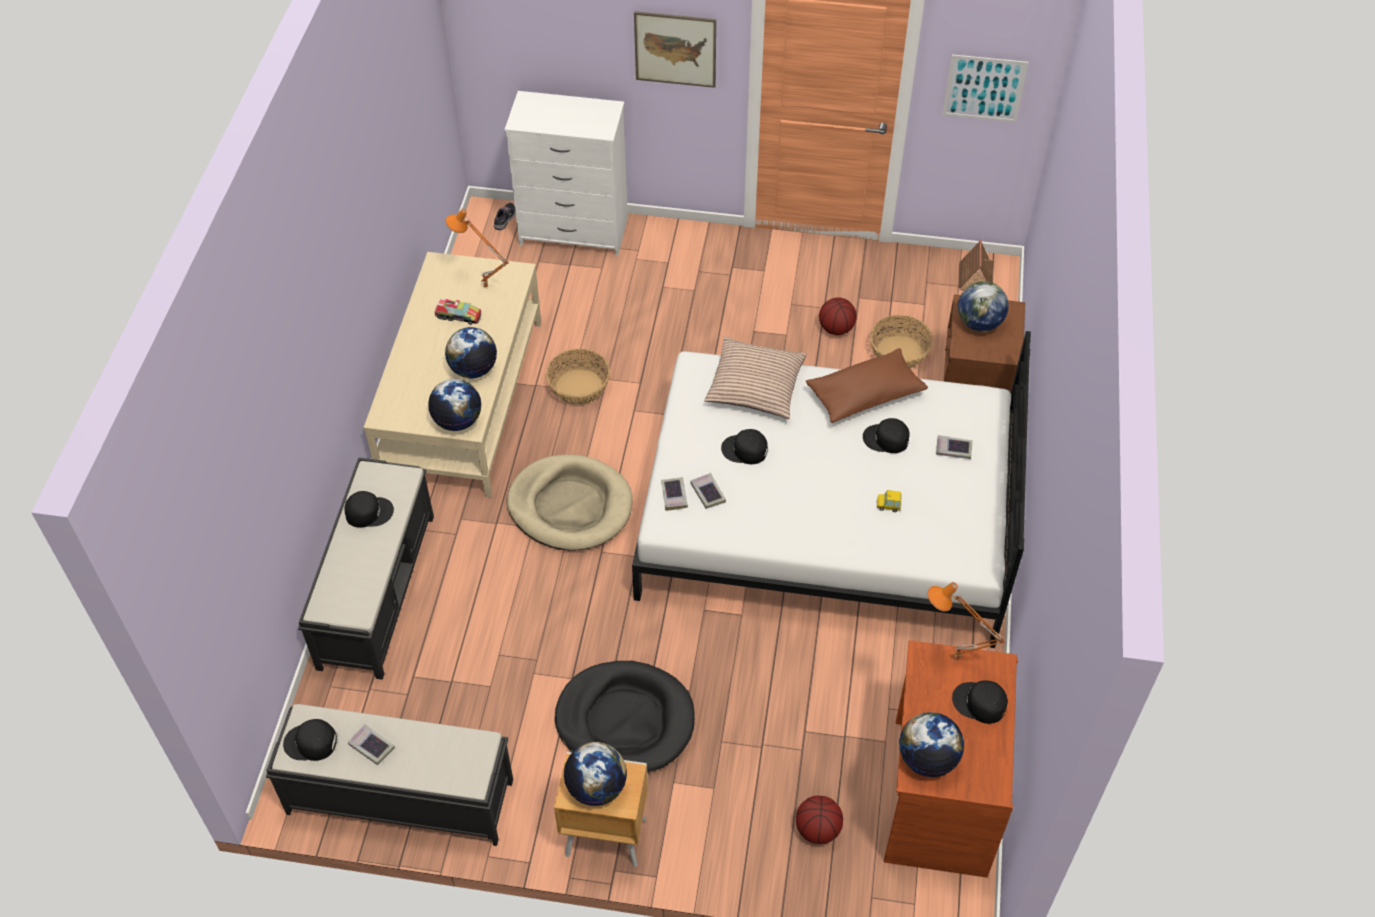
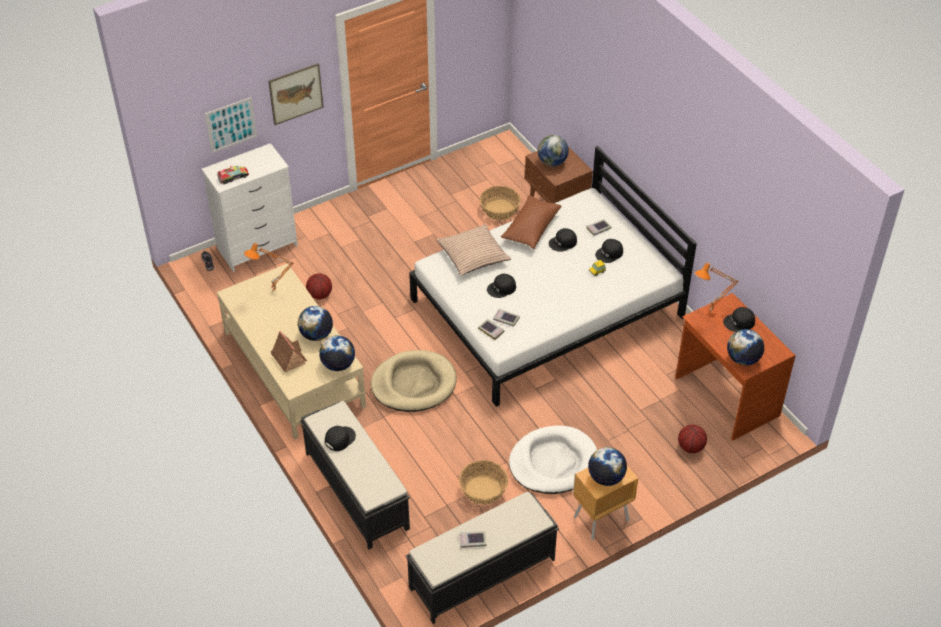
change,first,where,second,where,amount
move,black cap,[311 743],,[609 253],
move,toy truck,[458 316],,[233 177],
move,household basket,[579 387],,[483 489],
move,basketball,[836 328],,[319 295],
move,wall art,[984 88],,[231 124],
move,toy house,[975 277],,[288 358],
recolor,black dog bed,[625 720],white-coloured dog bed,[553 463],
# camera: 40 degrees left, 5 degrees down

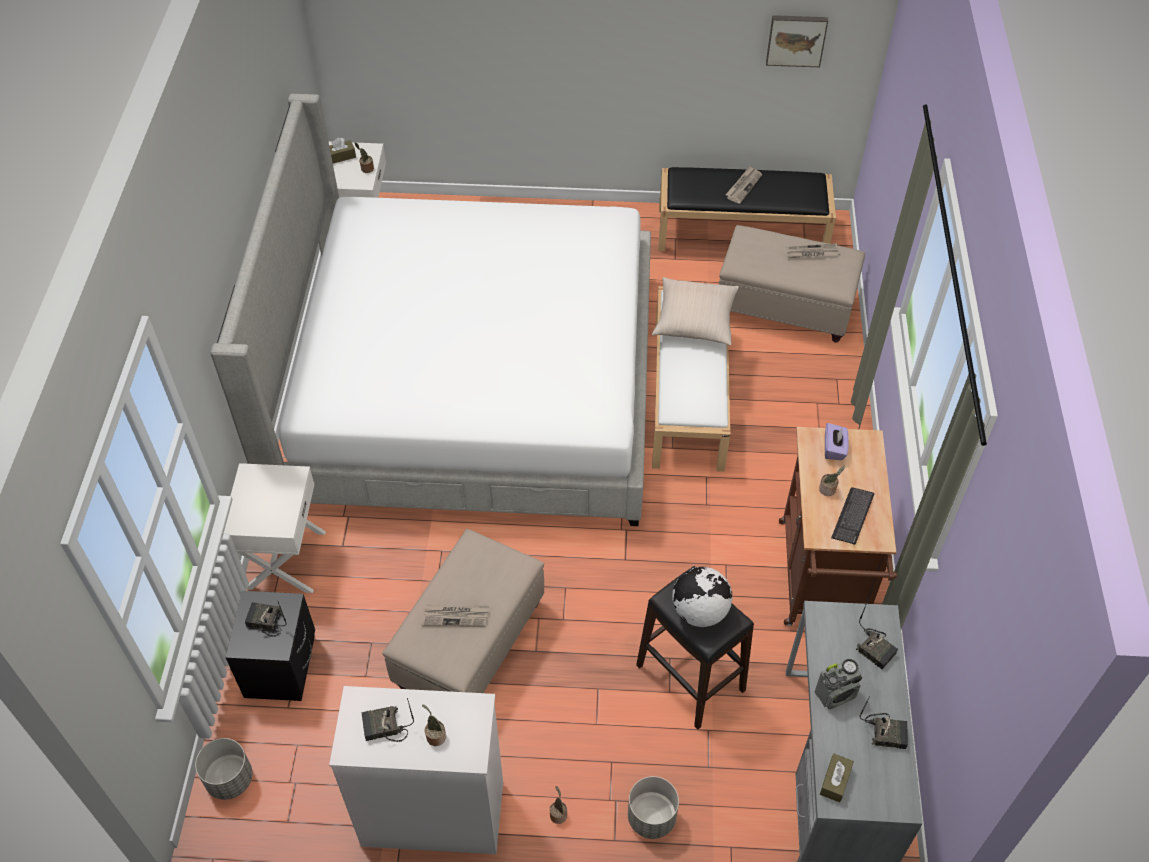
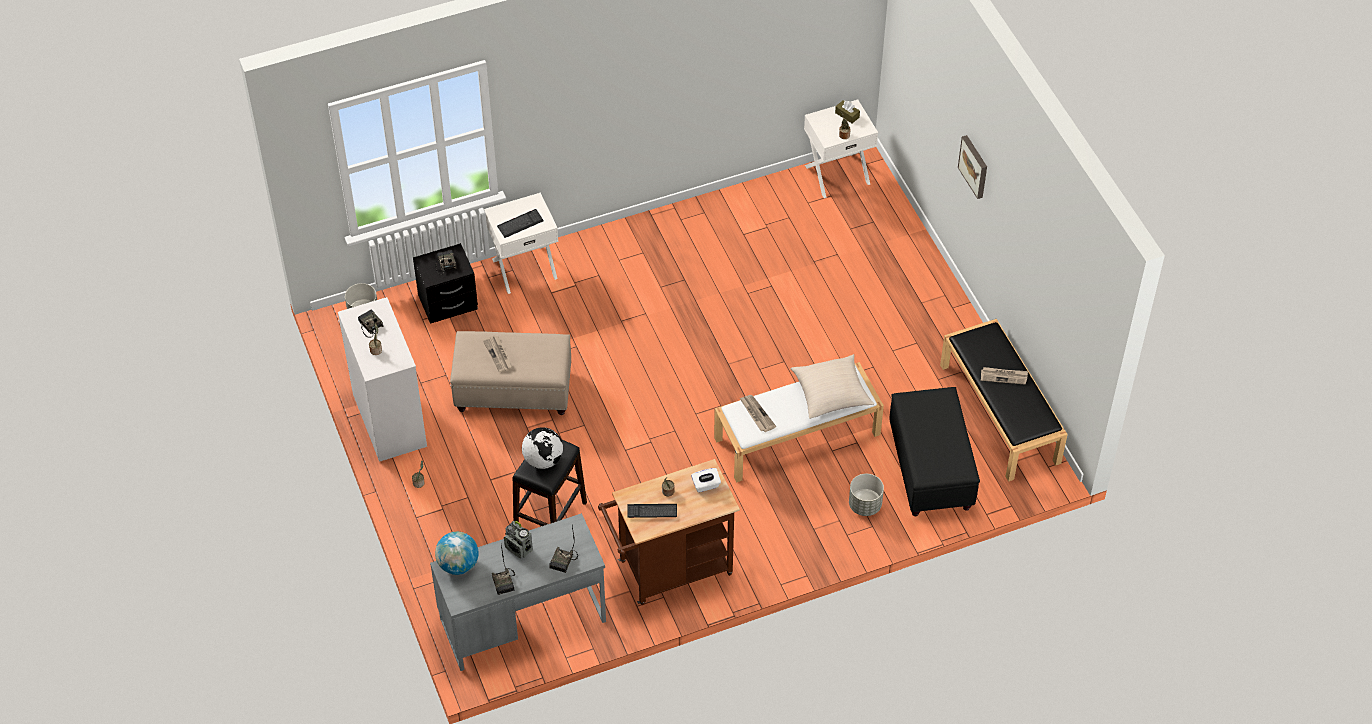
change,first,where,second,where,amount
delete,bed,[469 385],,,
insert,,,keyboard,[520 224],
move,greyish plant pot,[651 817],,[865 505],
move,wall art,[796 39],,[974 166],
move,daily paper,[812 253],,[756 414],
replace,brown box of tissues,[835 781],globe,[458 564],
recolor,beige-coloured pouffe,[785 307],black pouffe,[930 469],
recolor,purple-coloured box of tissues,[834 449],white-coloured box of tissues,[706 485],
# camera: 65 degrees right, 0 degrees up

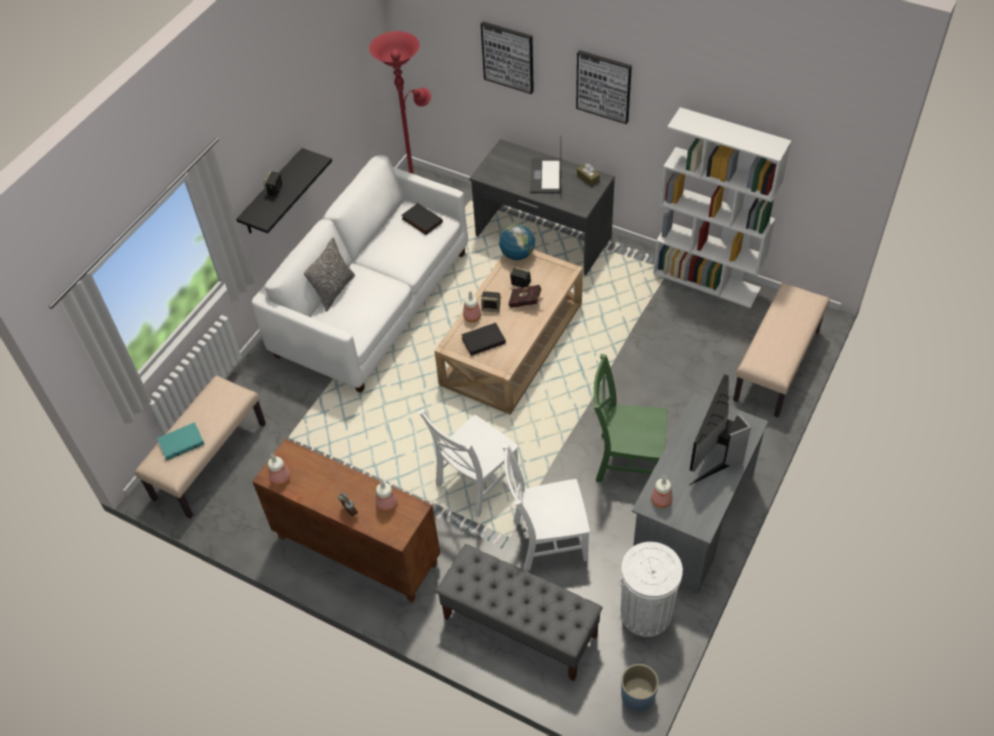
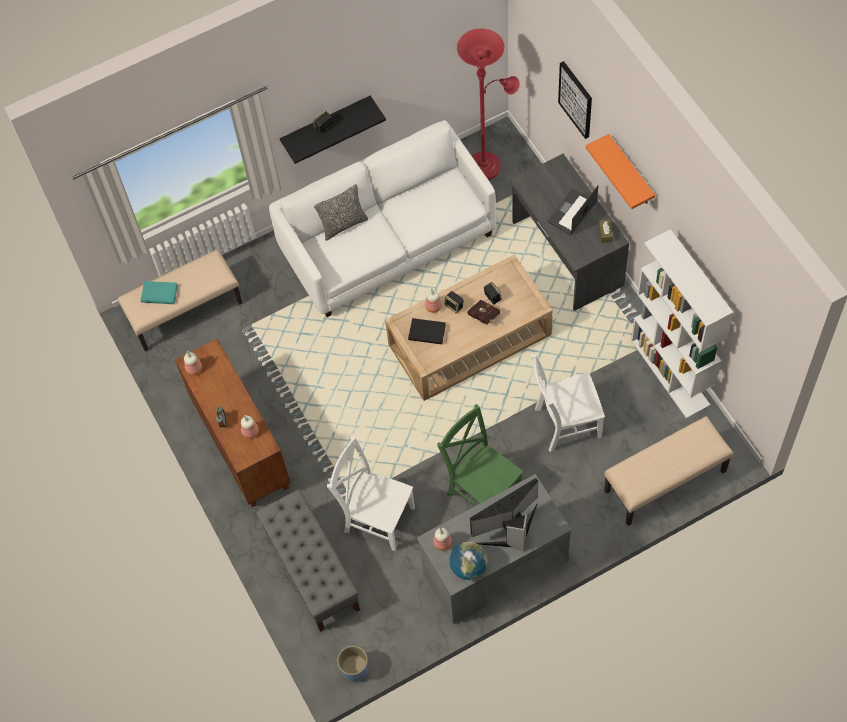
change,first,where,second,where,amount
delete,black volume,[421 221],,,
delete,white-coloured waste bin,[645 613],,,
move,white-coloured upright chair,[474 483],,[565 423],
move,globe,[517 254],,[468 567],
replace,wall art,[604 86],orange shelf,[631 172],
# camera: 35 degrees right, 10 degrees up

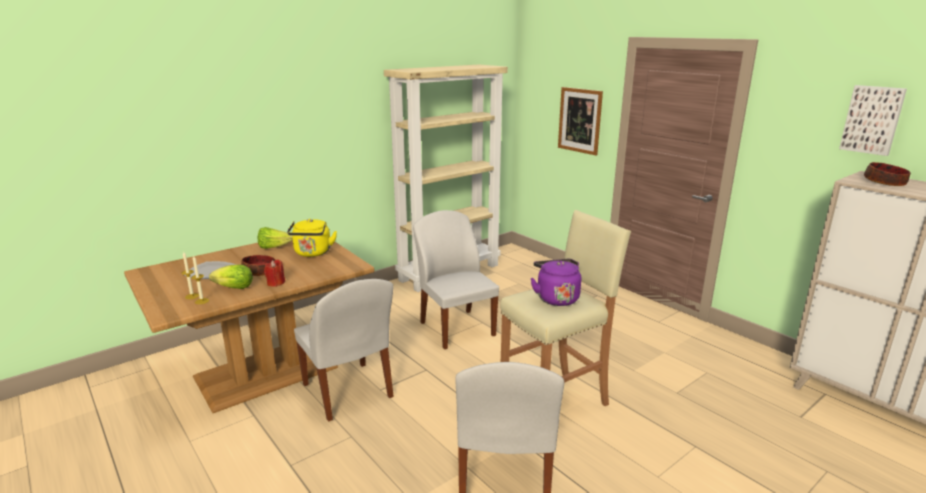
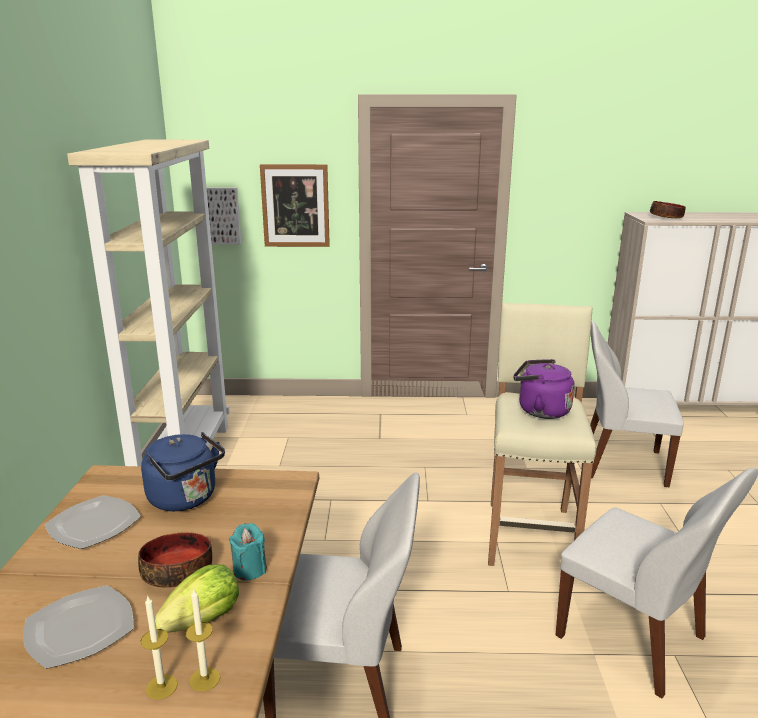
change,first,where,second,where,amount
move,white-coloured upright chair,[456 328],,[620 464],
move,wall art,[872 119],,[221 215],
replace,lettuce head,[274 247],dinner plate,[92 525],
recolor,red wax light,[276 283],turquoise wax light,[249 569],
recolor,yellow-coloured tea kettle,[312 253],blue tea kettle,[186 499],
# camera: 50 degrees left, 0 degrees up

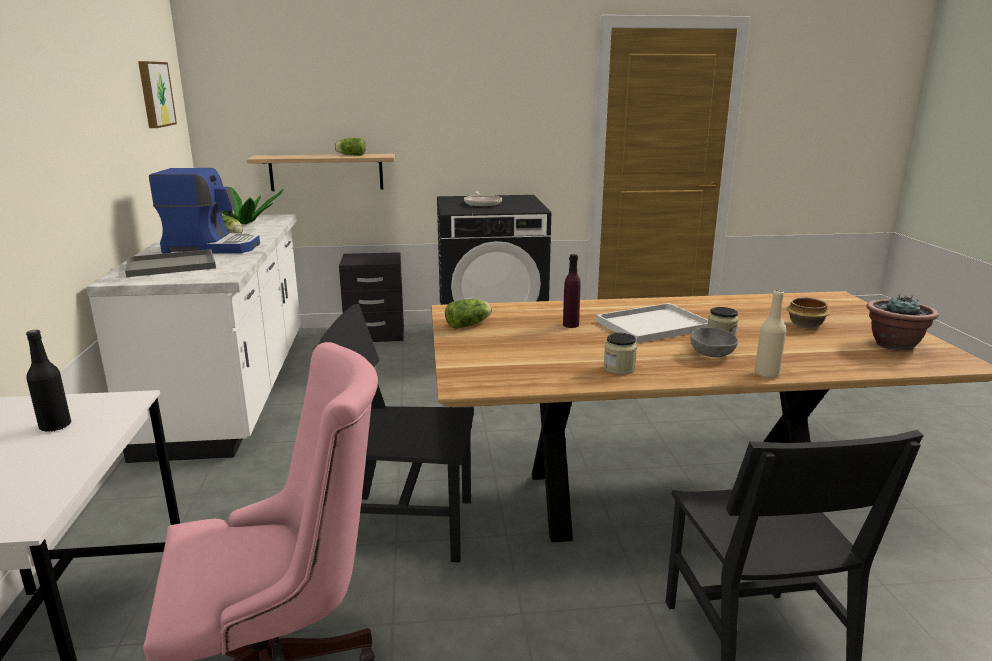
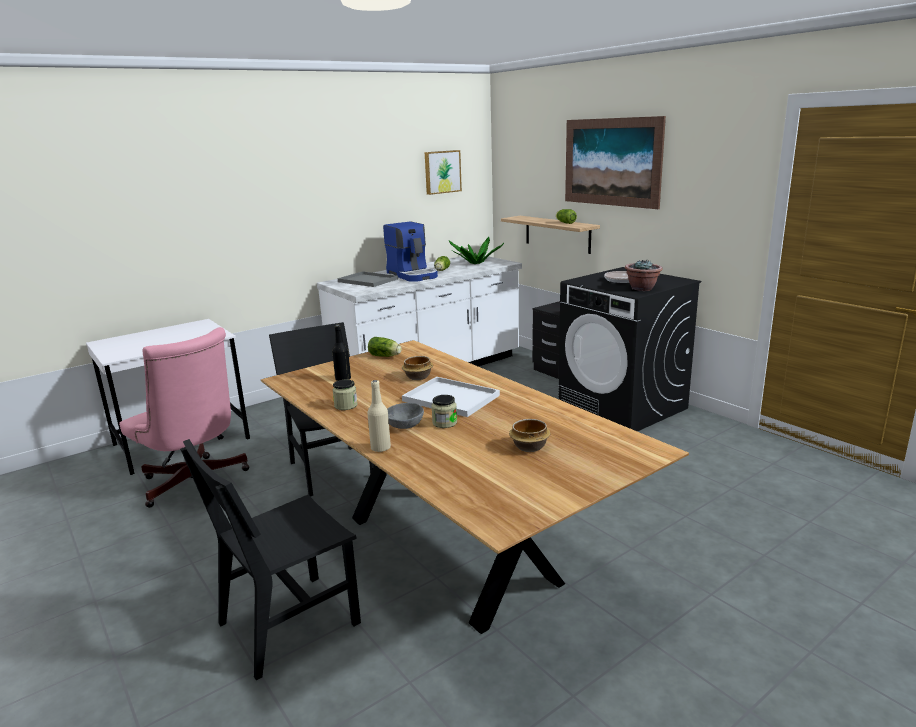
change,first,where,second,where,amount
insert,,,wall art,[611 162],
move,black drink bottle,[55 426],,[343 379],
move,houseplant,[894 344],,[642 289],
replace,purple-coloured drink bottle,[570 325],deep dish,[418 377],
# camera: 60 degrees right, 0 degrees up

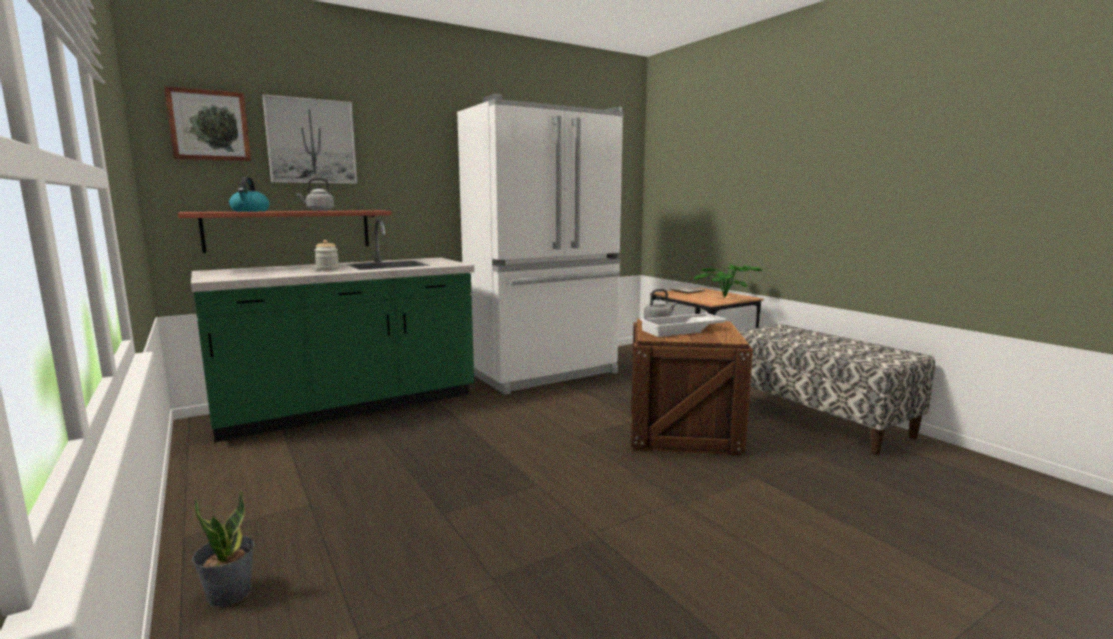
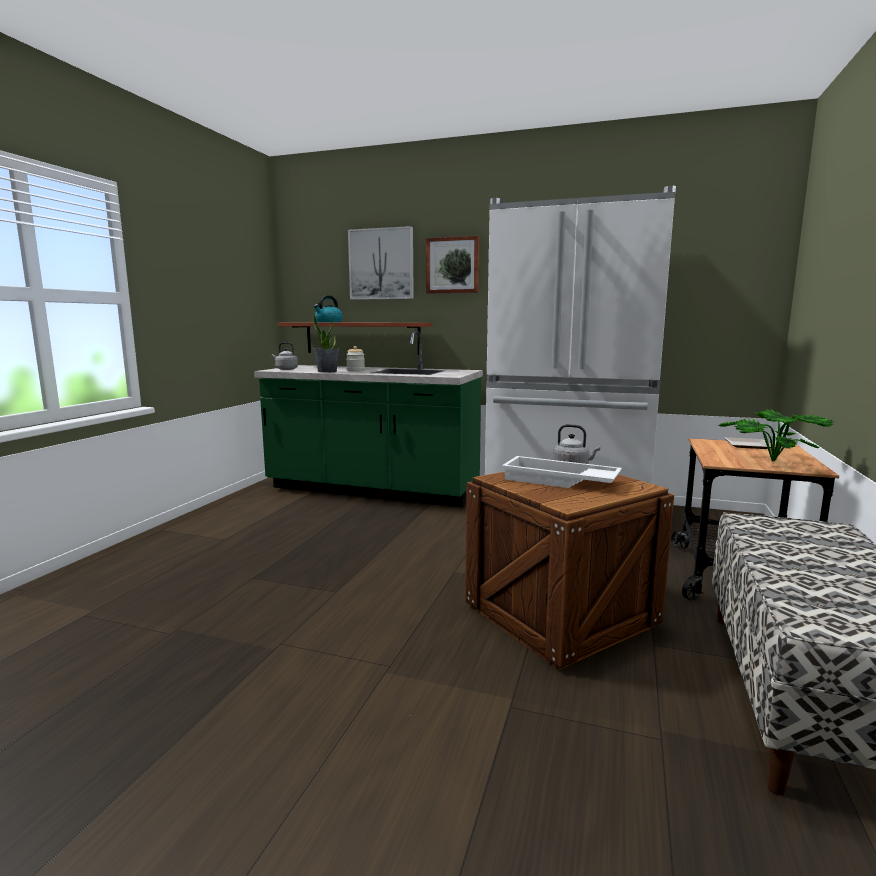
change,first,where,second,where,amount
move,wall art,[209 125],,[453 265],
move,houseplant,[229 593],,[327 371],
move,greyish tea kettle,[318 210],,[285 369],
# camera: 50 degrees right, 0 degrees up

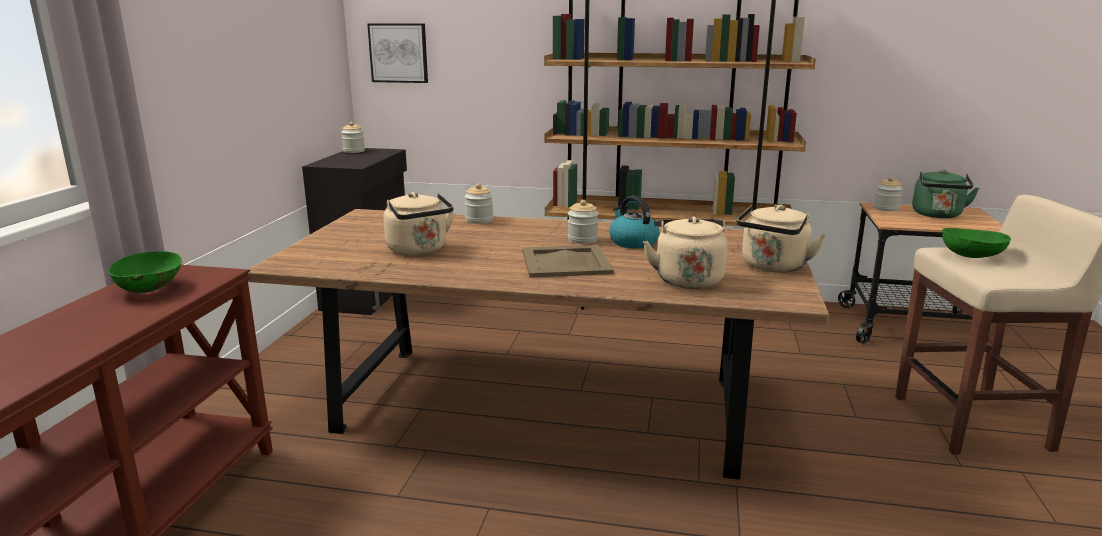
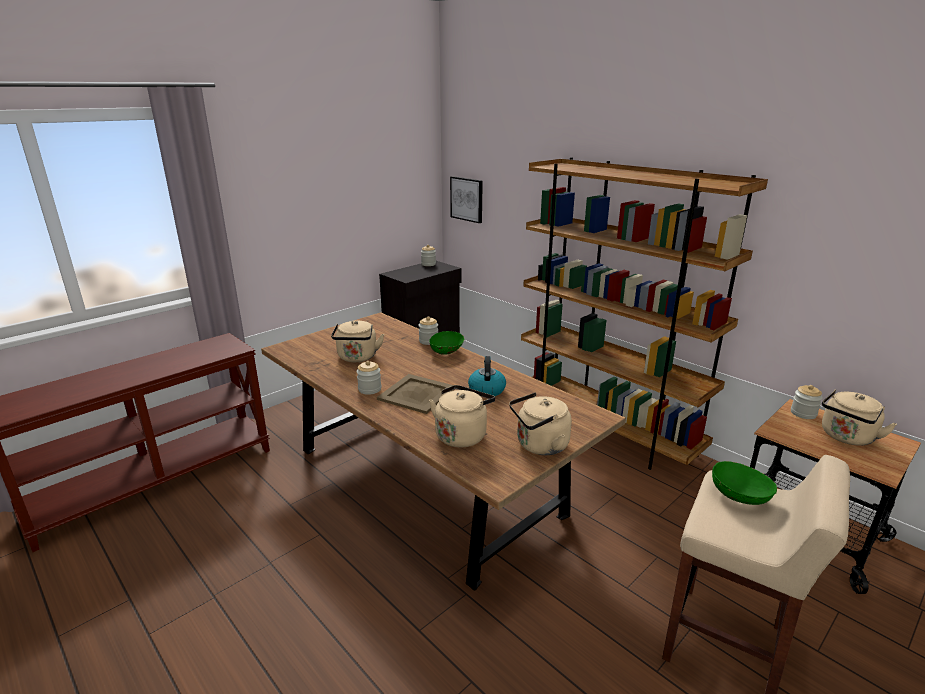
change,first,where,second,where,amount
move,greenish deep dish,[151 289],,[447 352],
move,preserve jar,[582 240],,[369 389],
recolor,greenish tea kettle,[937 215],beige-coloured tea kettle,[846 437],
# camera: 35 degrees right, 5 degrees up

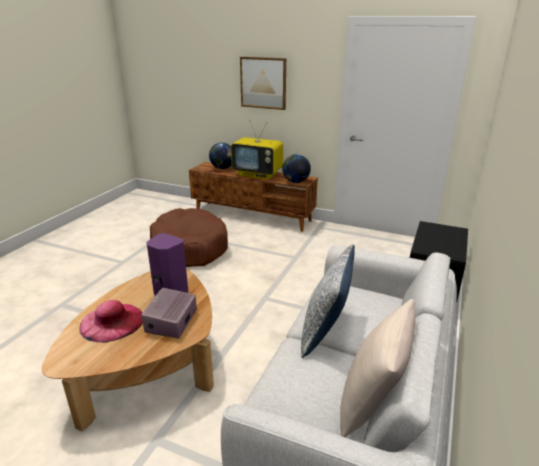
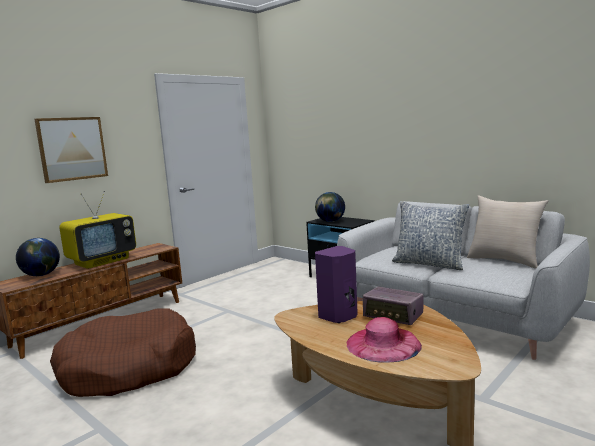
change,first,where,second,where,amount
move,globe,[295 181],,[330 221],
# camera: 70 degrees left, 15 degrees down

